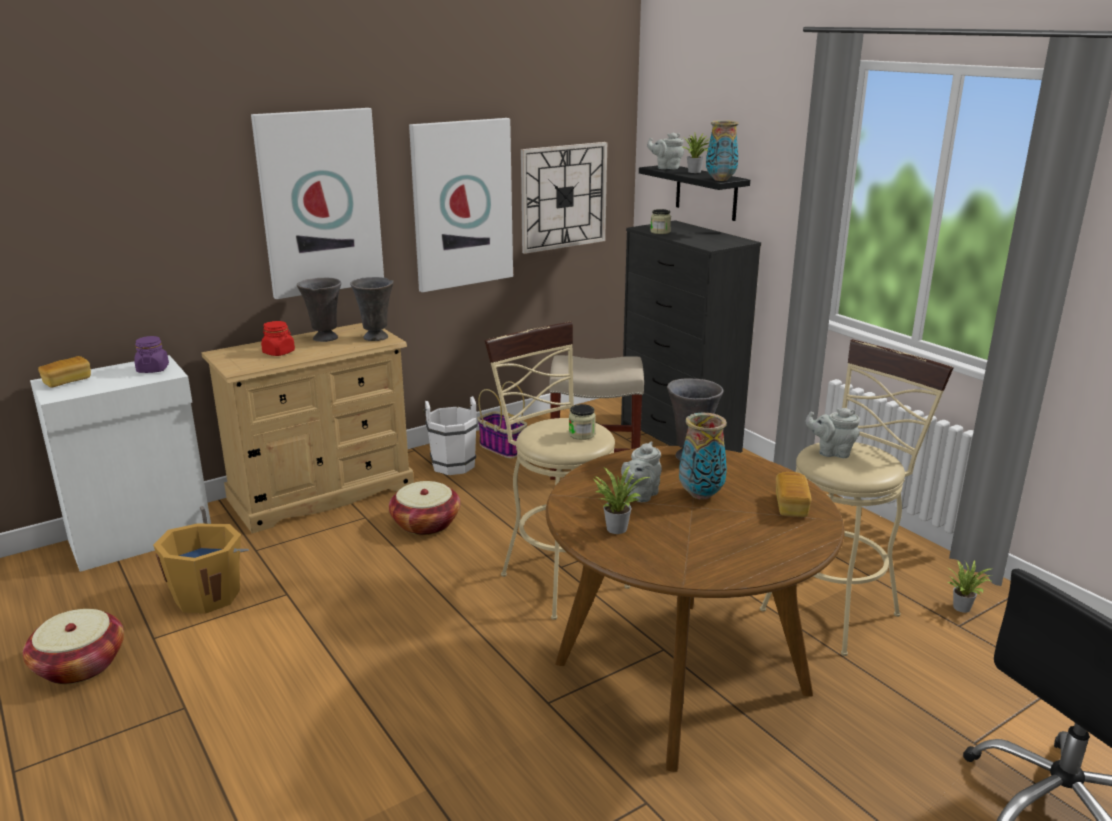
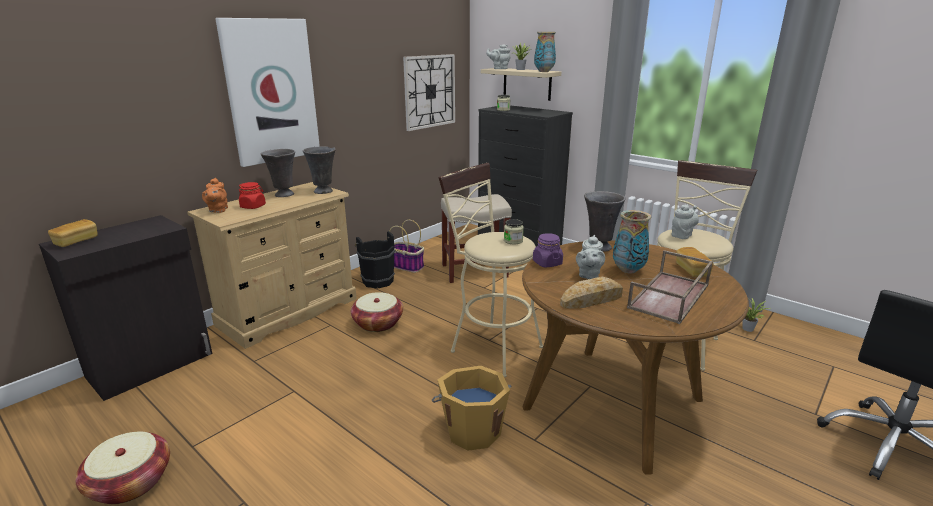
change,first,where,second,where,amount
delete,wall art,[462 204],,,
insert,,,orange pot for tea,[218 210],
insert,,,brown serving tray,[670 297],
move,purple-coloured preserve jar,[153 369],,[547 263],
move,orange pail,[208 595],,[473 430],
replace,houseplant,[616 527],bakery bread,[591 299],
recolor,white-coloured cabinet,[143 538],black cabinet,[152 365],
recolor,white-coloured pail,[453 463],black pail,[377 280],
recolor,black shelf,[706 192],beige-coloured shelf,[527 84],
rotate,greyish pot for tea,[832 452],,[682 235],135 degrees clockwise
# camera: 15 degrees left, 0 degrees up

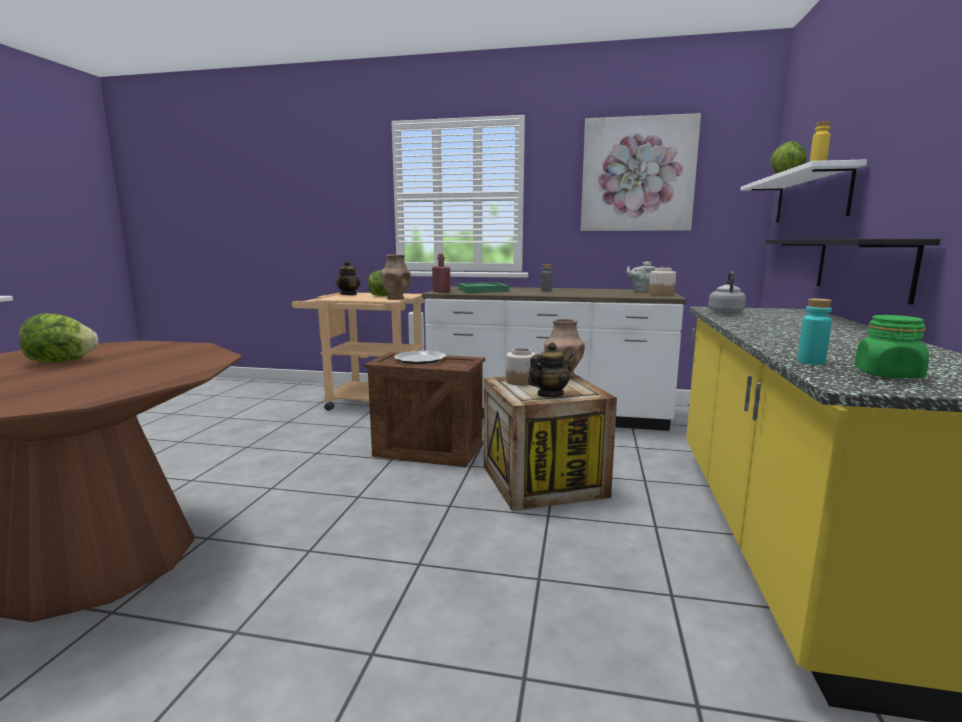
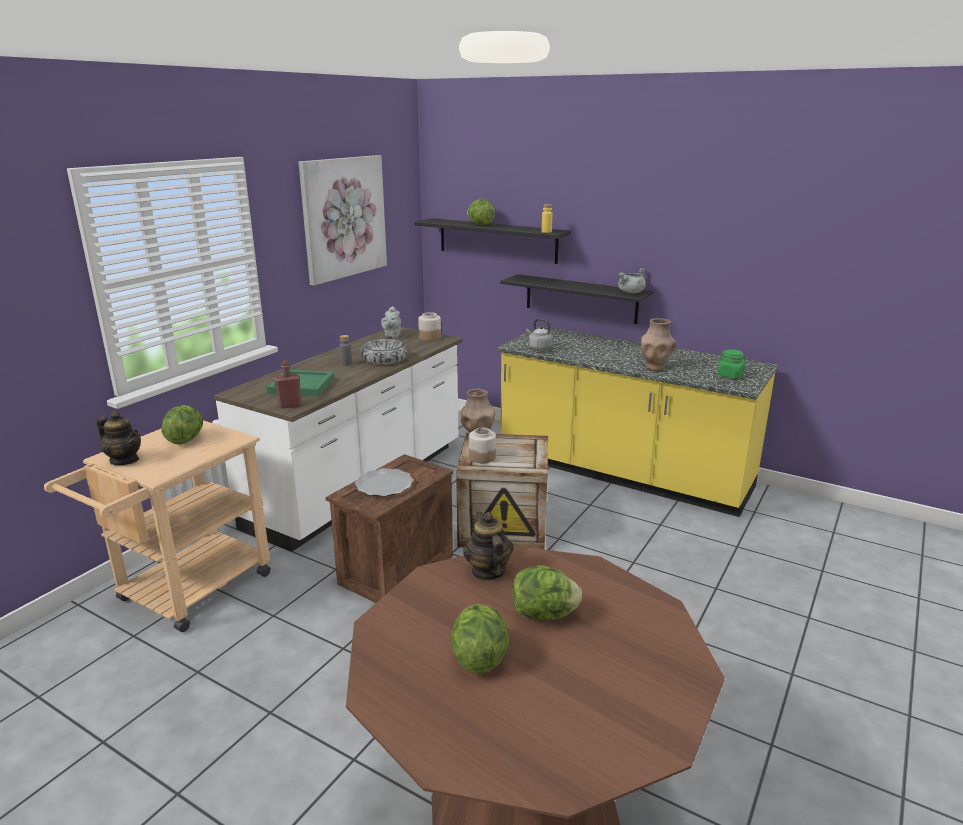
change,first,where,second,where,amount
delete,turquoise drink bottle,[811 362],,,
insert,,,deep dish,[384 359],
insert,,,lettuce head,[544 614],
insert,,,greyish saucepot,[631 292],
move,brown flower vase,[396 299],,[655 368],
move,pot for tea,[550 395],,[487 571],
recolor,white-coloured shelf,[810 197],black shelf,[497 240],
# camera: 70 degrees left, 10 degrees up

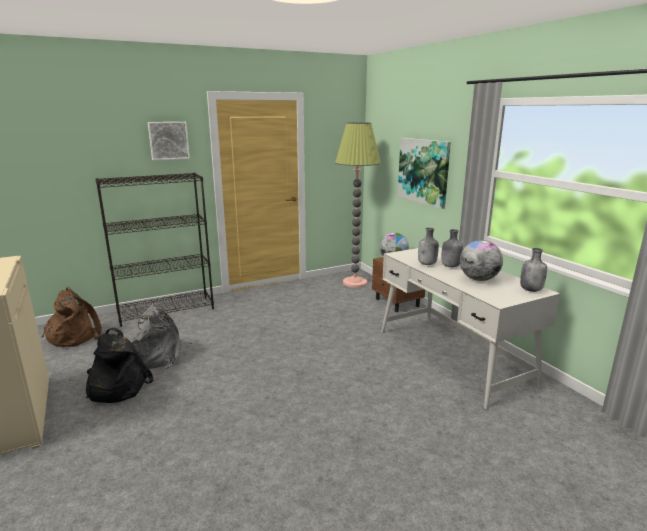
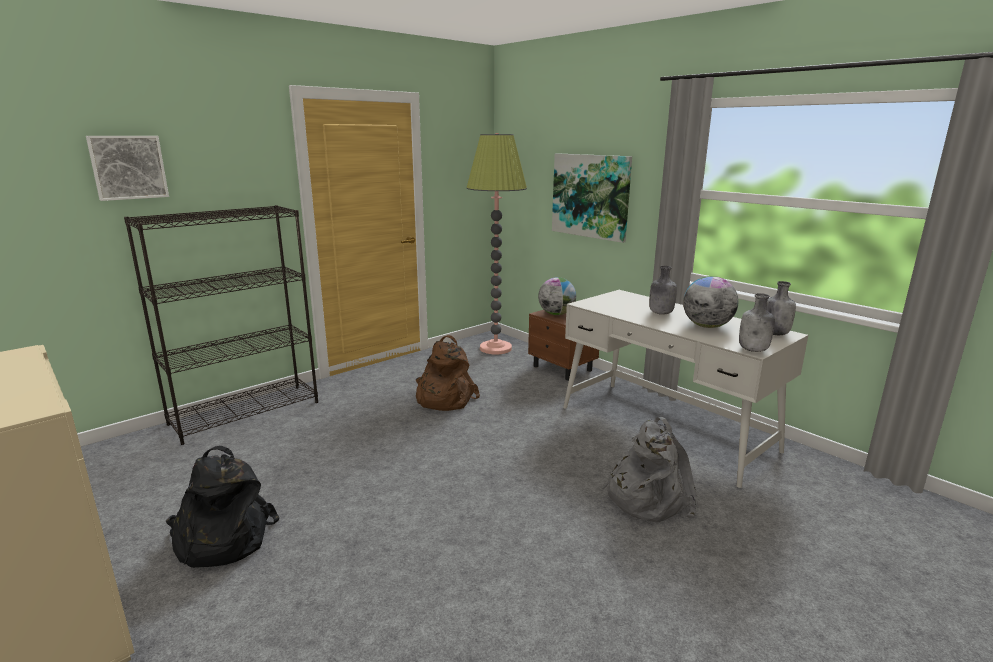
change,first,where,second,where,amount
move,brown rucksack,[74 336],,[443 399],
move,greyish rucksack,[161 356],,[647 497],
move,wall art,[168 140],,[128 167],
move,greyish drink bottle,[427 264],,[754 350],
# camera: 15 degrees left, 0 degrees up

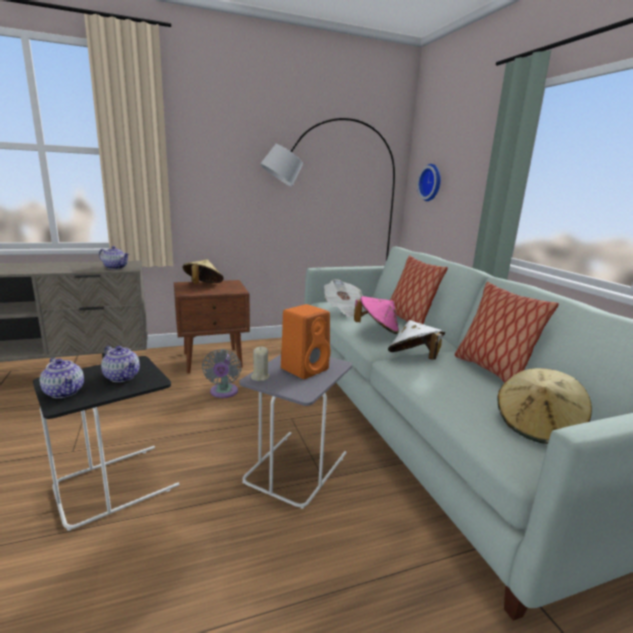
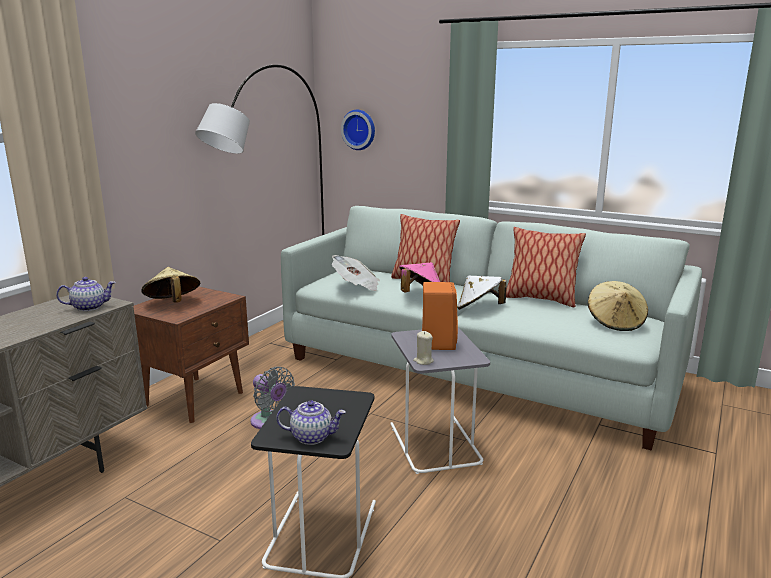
change,first,where,second,where,amount
delete,pot for tea,[122 377],,,
# camera: 40 degrees left, 0 degrees up

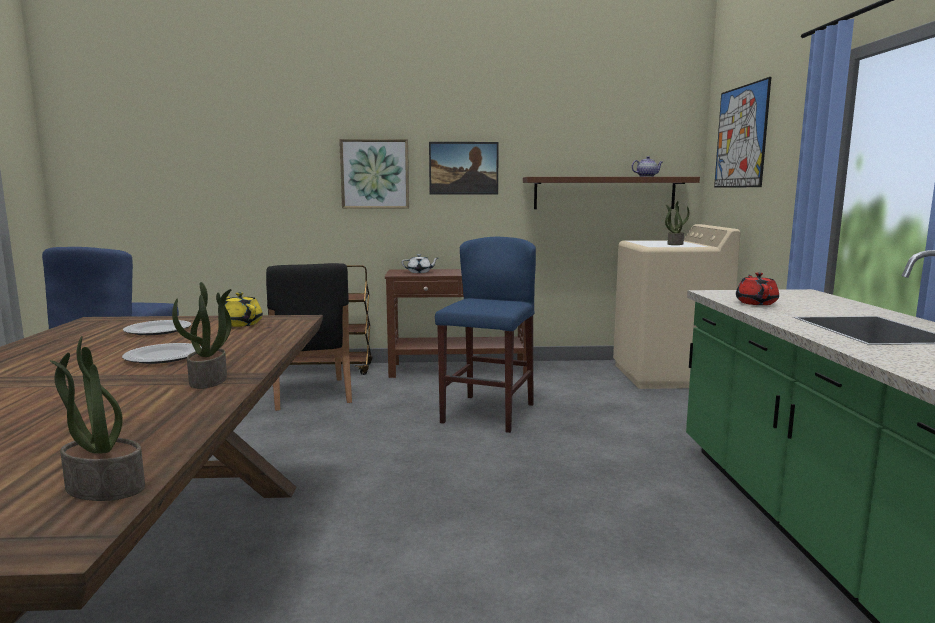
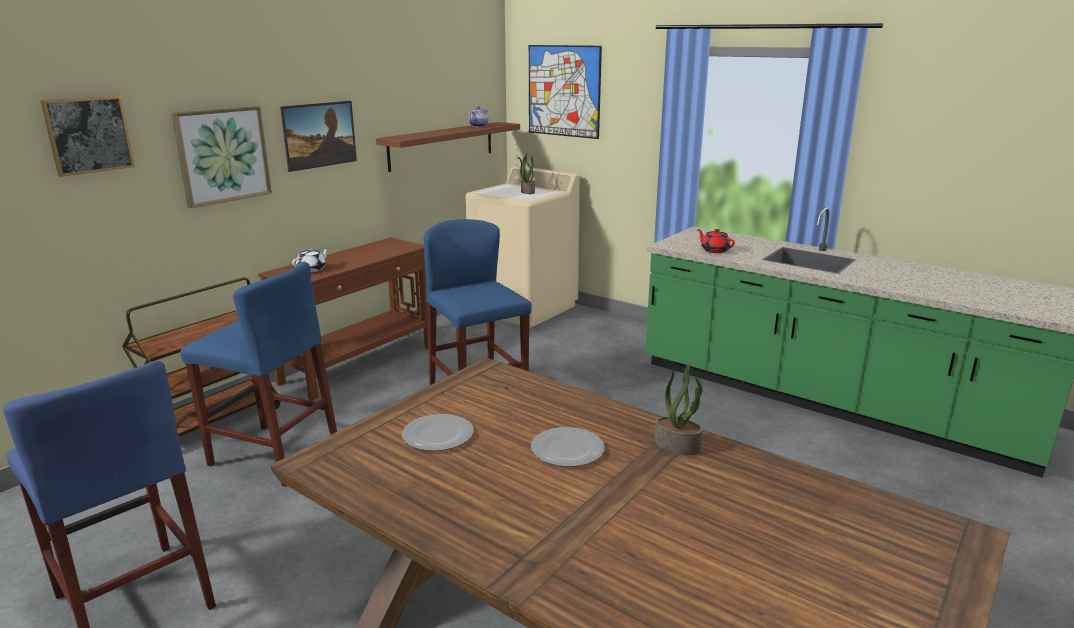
change,first,where,second,where,amount
delete,houseplant,[103 488],,,
delete,yellow-coloured pot for tea,[241 324],,,
insert,,,wall art,[88 135],
replace,black upright chair,[310 394],blue stool,[274 454],
# camera: 50 degrees left, 10 degrees up

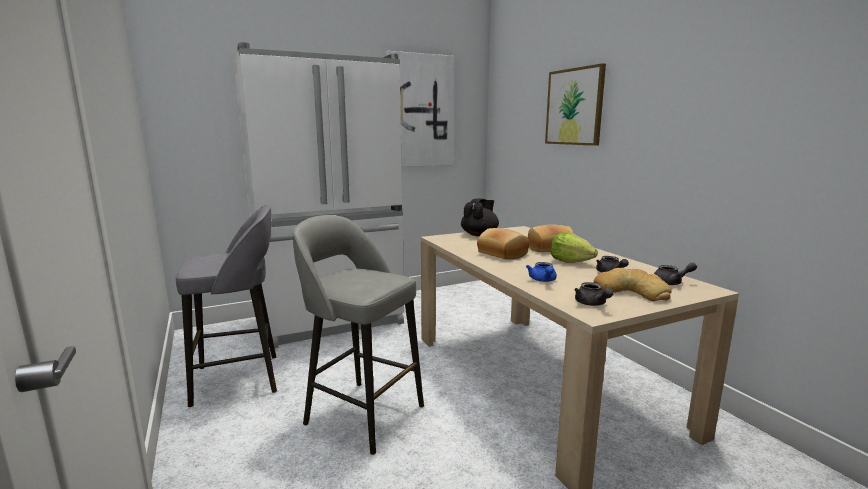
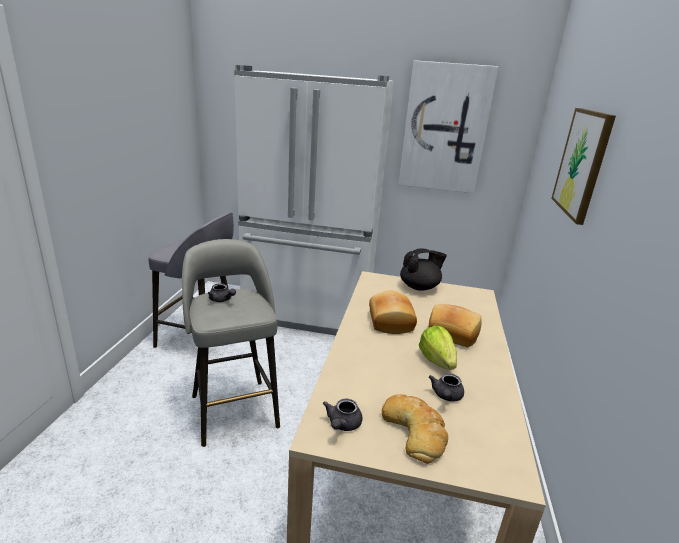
change,first,where,second,where,amount
delete,blue pot for tea,[543 280],,,
move,greyish pot for tea,[671 283],,[222 300],
# camera: 35 degrees right, 10 degrees up

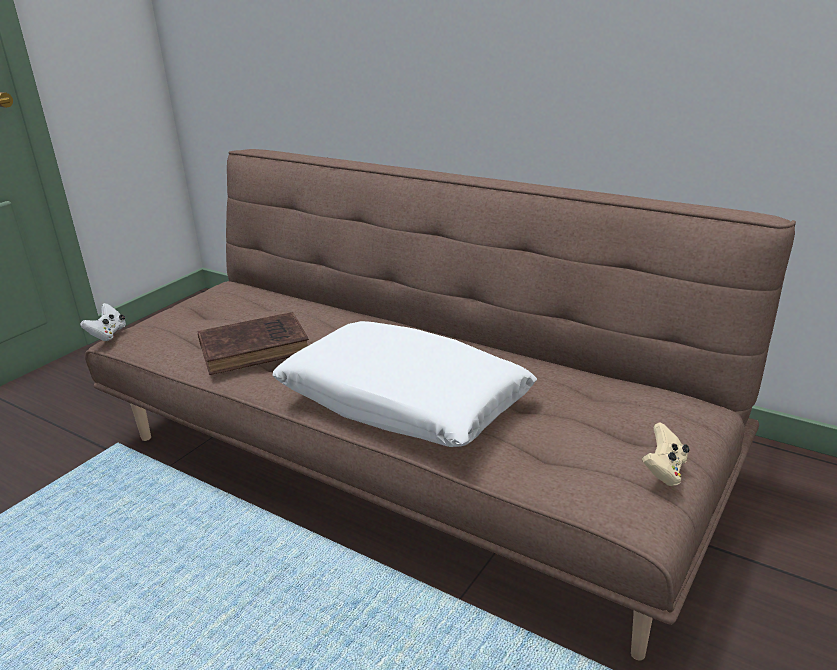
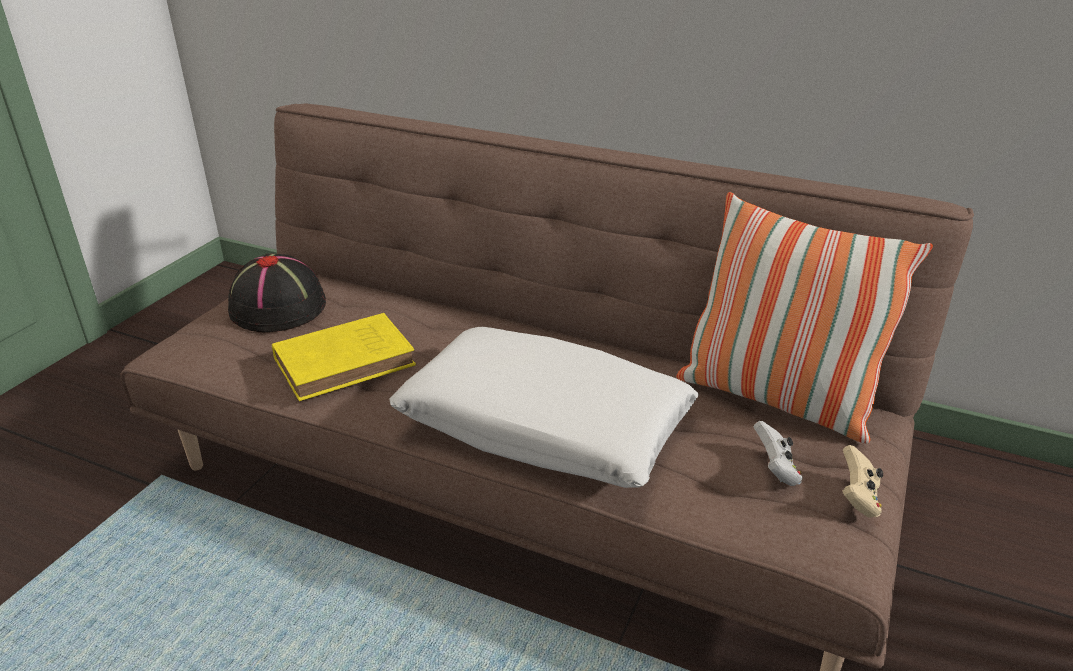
change,first,where,second,where,amount
insert,,,black wearable hat,[278 307],
insert,,,throw pillow,[775 399],
move,white-coloured game controller,[108 334],,[775 470],
recolor,brown volume,[257 348],yellow-coloured volume,[348 361],
# camera: 10 degrees left, 5 degrees up

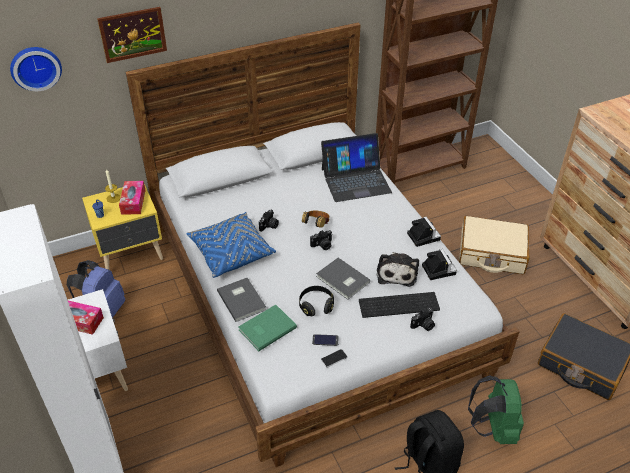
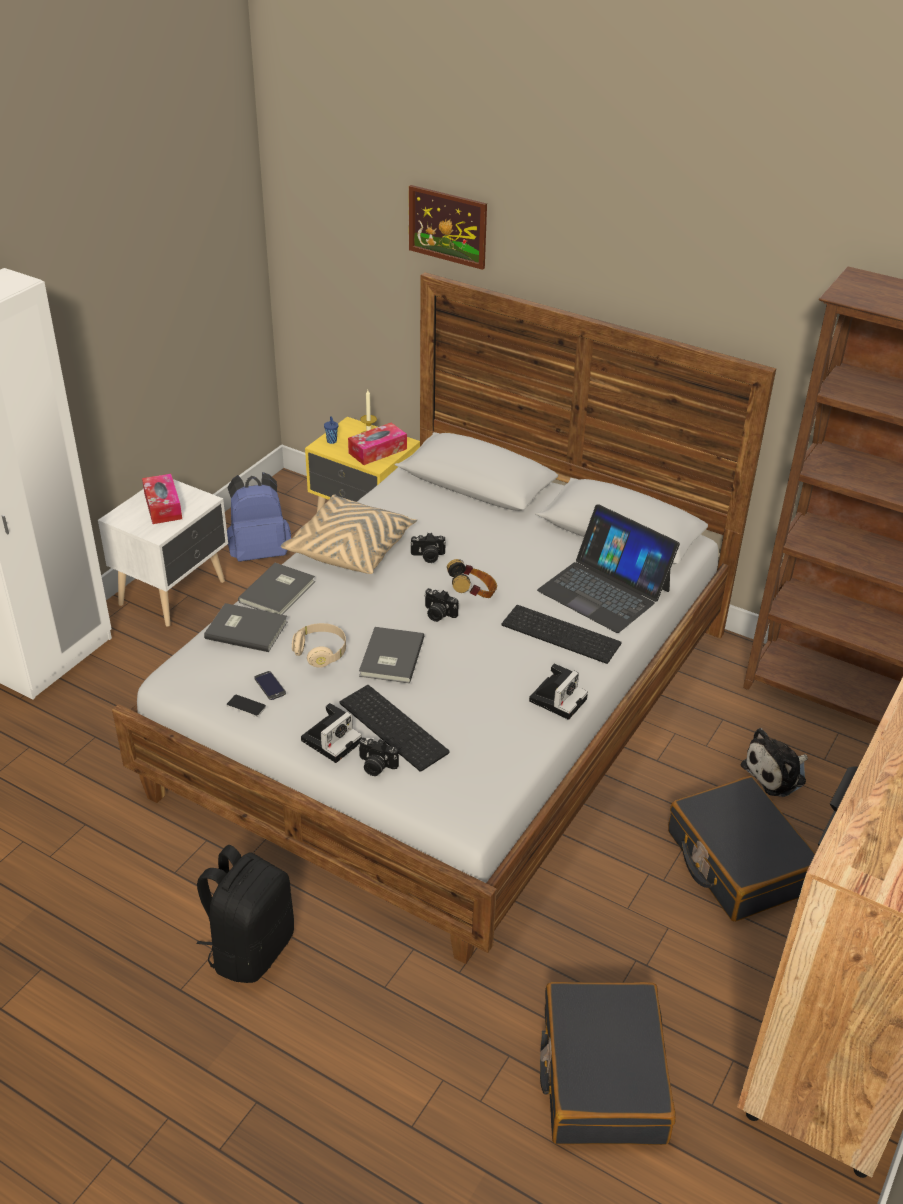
change,first,where,second,where,amount
delete,wall clock,[35 67],,,
delete,greenish rucksack,[493 428],,,
insert,,,keyboard,[563 633],
move,soft toy,[396 272],,[777 773],
move,photo camera,[437 269],,[332 739],
recolor,blue throw pillow,[231 252],beige-coloured throw pillow,[350 548],
recolor,greenish volume,[266 328],greyish volume,[246 628],
recolor,black headset,[316 305],beige-coloured headset,[321 652],
recolor,beige-coloured travel case,[491 253],black travel case,[737 862],
# camera: 55 degrees right, 5 degrees down

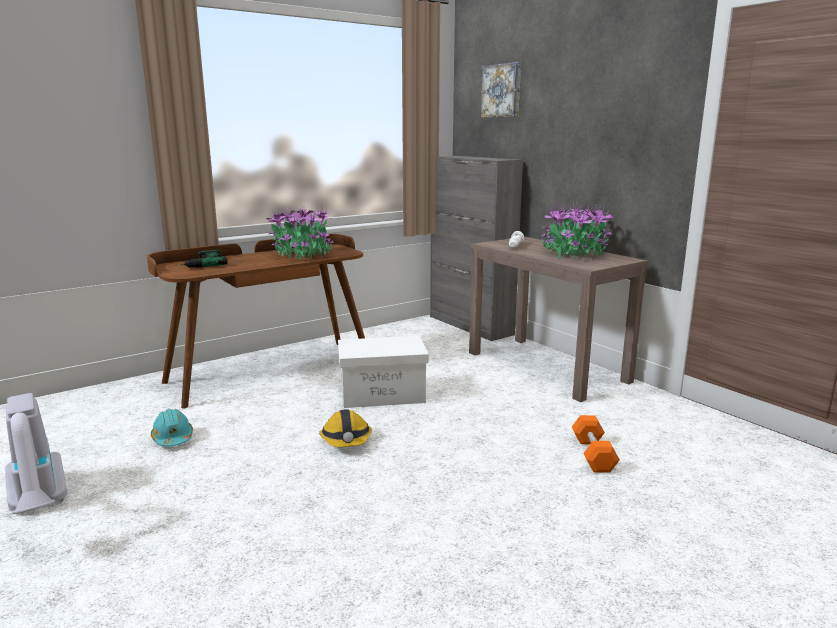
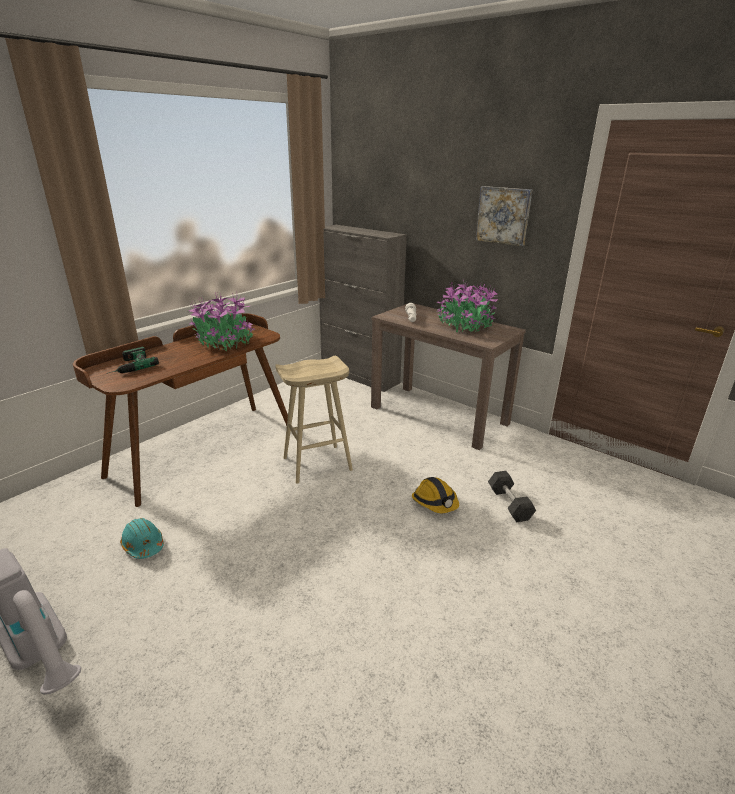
change,first,where,second,where,amount
move,work helmet,[346 440],,[435 502],
move,wall art,[502 91],,[504 215],
replace,white-coloured storage bin,[381 395],beige-coloured stool,[316 464],
recolor,orange dumbbell,[593 454],black dumbbell,[509 504],
# camera: 15 degrees left, 10 degrees up

